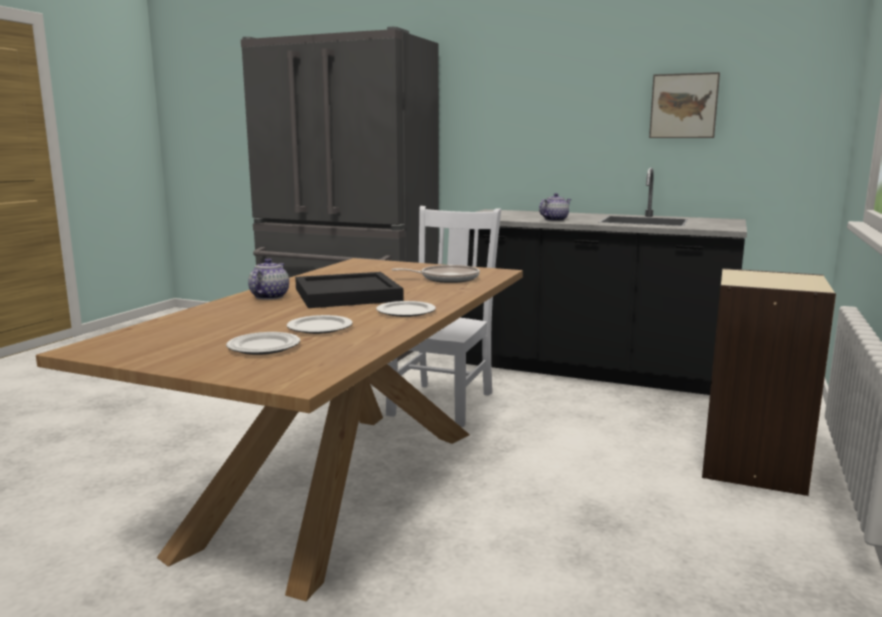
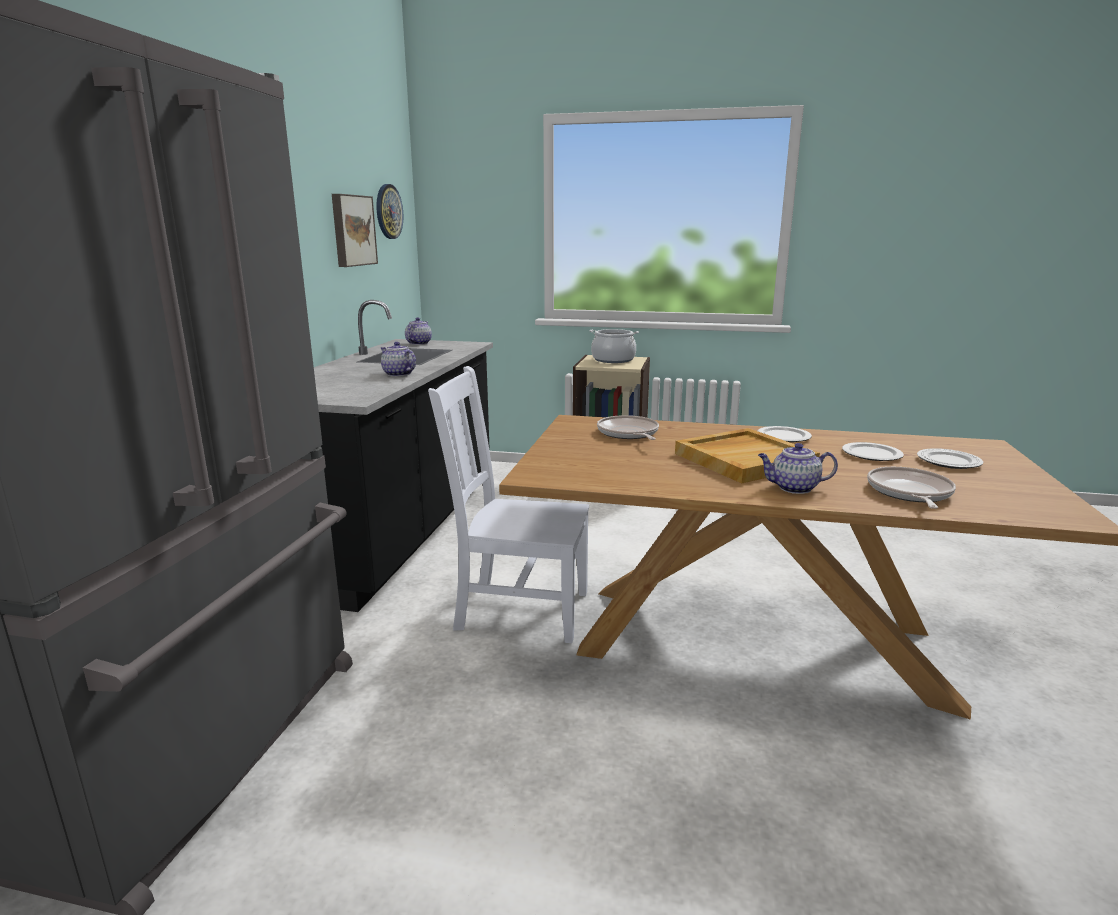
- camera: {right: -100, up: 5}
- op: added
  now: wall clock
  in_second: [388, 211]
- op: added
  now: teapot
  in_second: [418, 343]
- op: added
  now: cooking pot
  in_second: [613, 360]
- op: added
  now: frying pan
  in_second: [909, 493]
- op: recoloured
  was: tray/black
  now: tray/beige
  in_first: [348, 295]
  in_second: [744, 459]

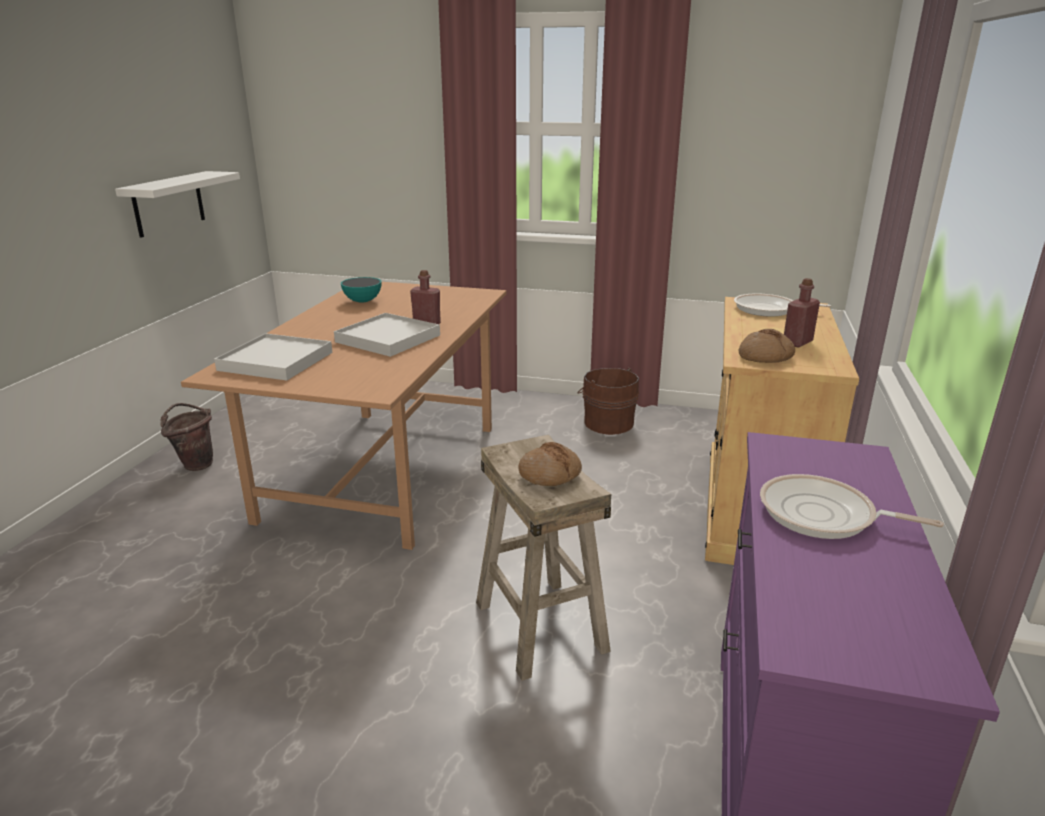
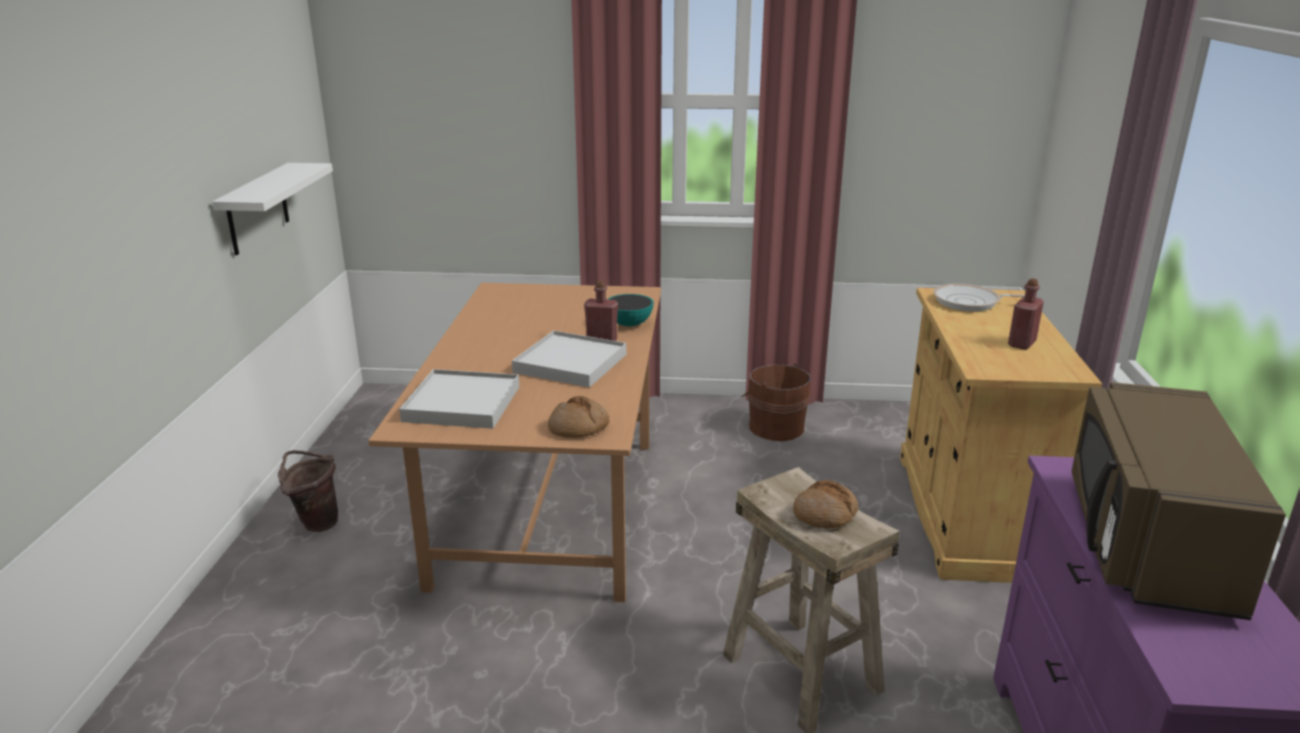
- camera: {right: -10, up: 0}
- op: moved
  was: bowl
  in_first: [362, 301]
  in_second: [629, 324]
- op: moved
  was: bread
  in_first: [765, 357]
  in_second: [578, 428]
- op: replaced
  was: frying pan
  now: microwave/brown
  in_first: [823, 515]
  in_second: [1146, 542]

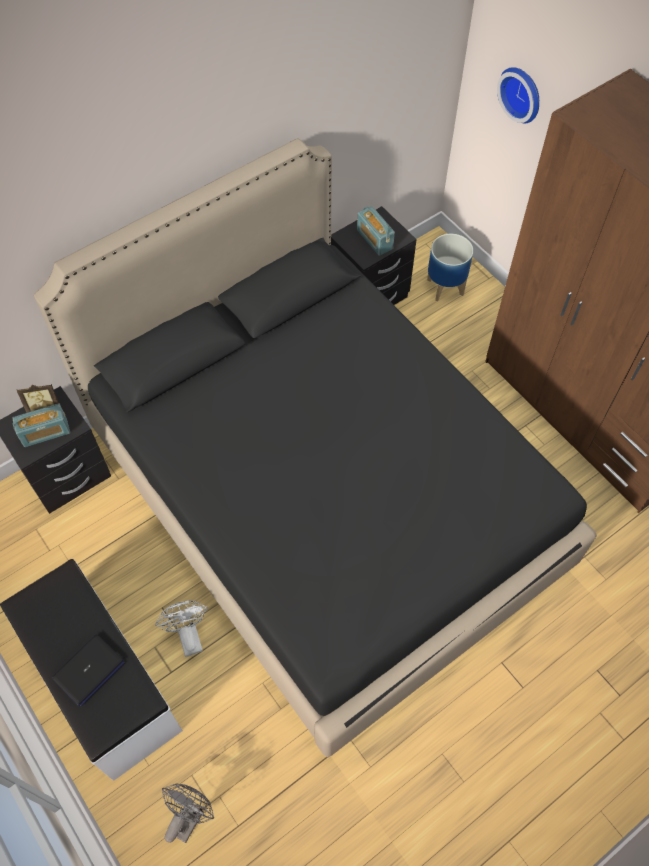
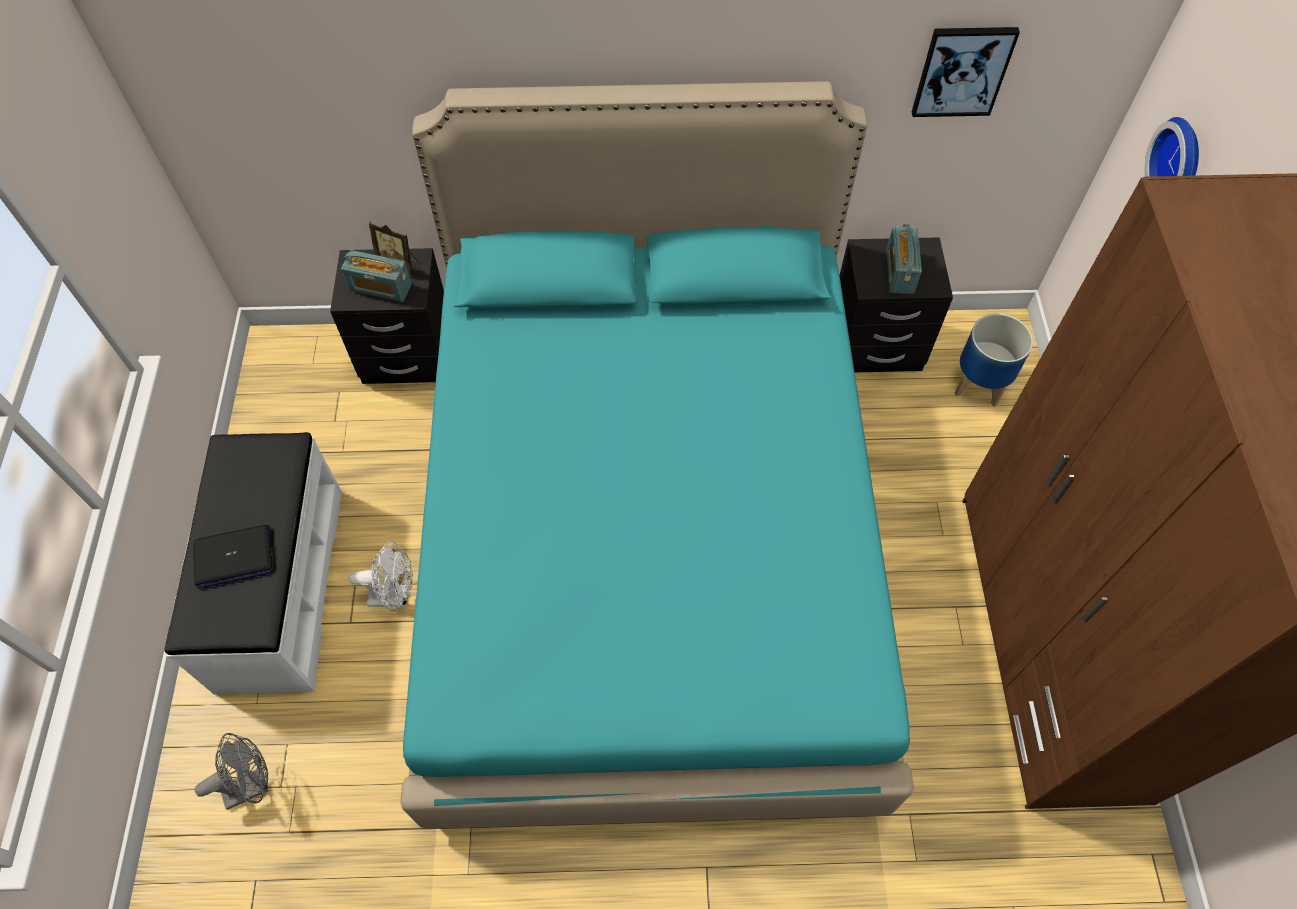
- camera: {right: 35, up: 0}
- op: added
  now: picture
  in_second: [962, 71]
- op: recoloured
  was: bed/black
  now: bed/turquoise
  in_first: [323, 498]
  in_second: [648, 541]
- op: turned
  was: fan/white
  in_first: [188, 635]
  in_second: [395, 596]
  clockwise: 75

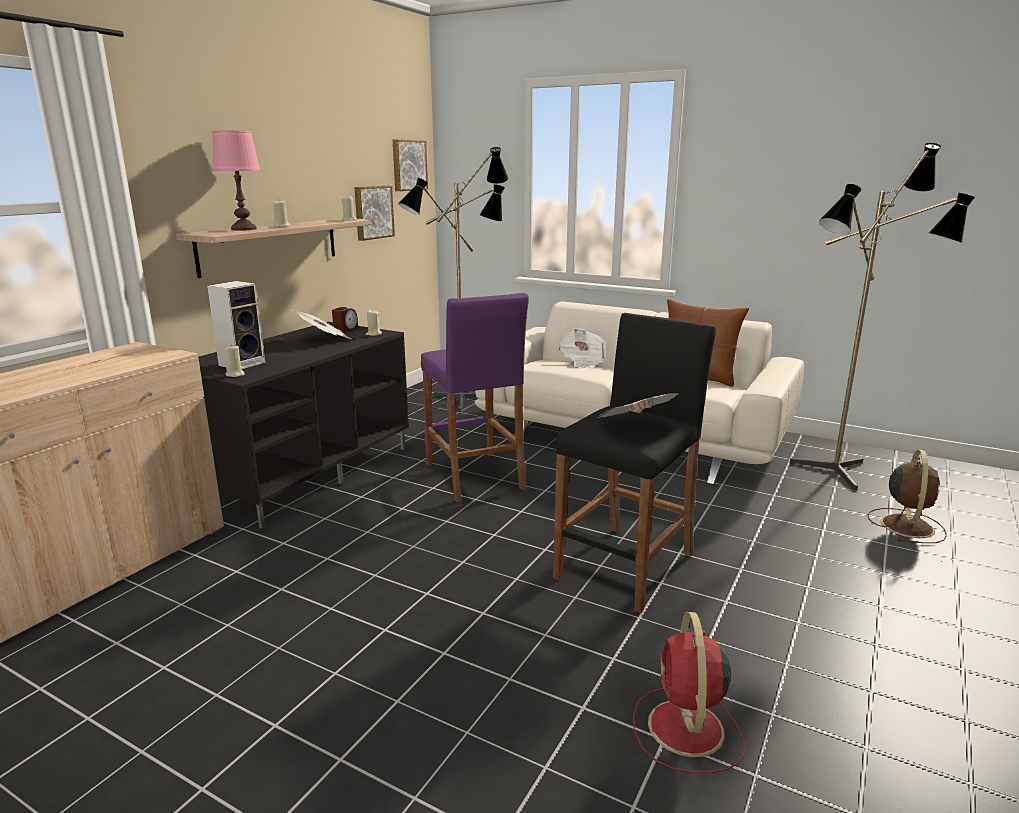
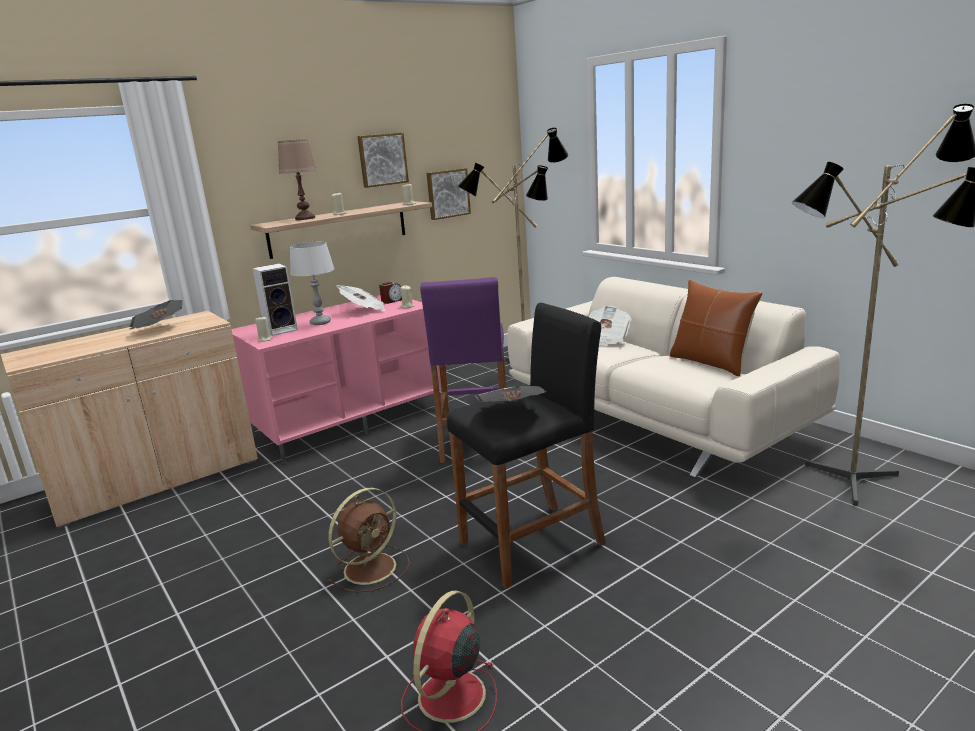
- camera: {right: 25, up: 0}
- op: added
  now: newspaper
  in_second: [159, 329]
- op: added
  now: table lamp/grey
  in_second: [320, 323]
- op: moved
  was: picture
  in_first: [408, 165]
  in_second: [382, 159]
- op: moved
  was: fan/brown
  in_first: [906, 525]
  in_second: [372, 567]
- op: recoloured
  was: tv stand/black
  now: tv stand/pink
  in_first: [305, 472]
  in_second: [349, 421]
- op: recoloured
  was: table lamp/pink
  now: table lamp/brown
  in_first: [244, 229]
  in_second: [305, 218]

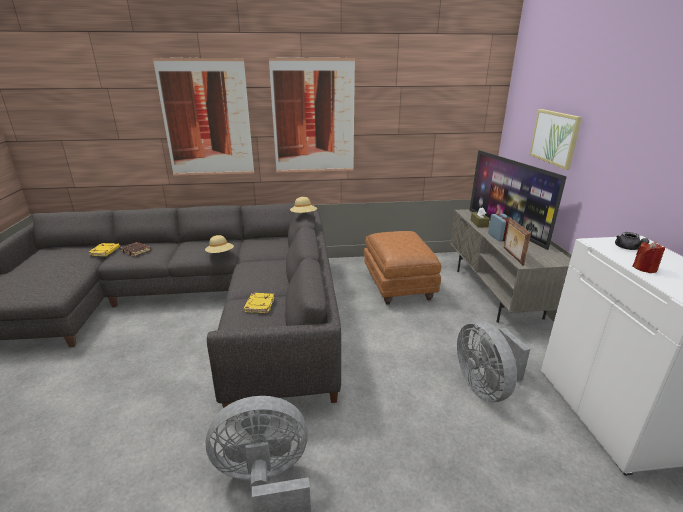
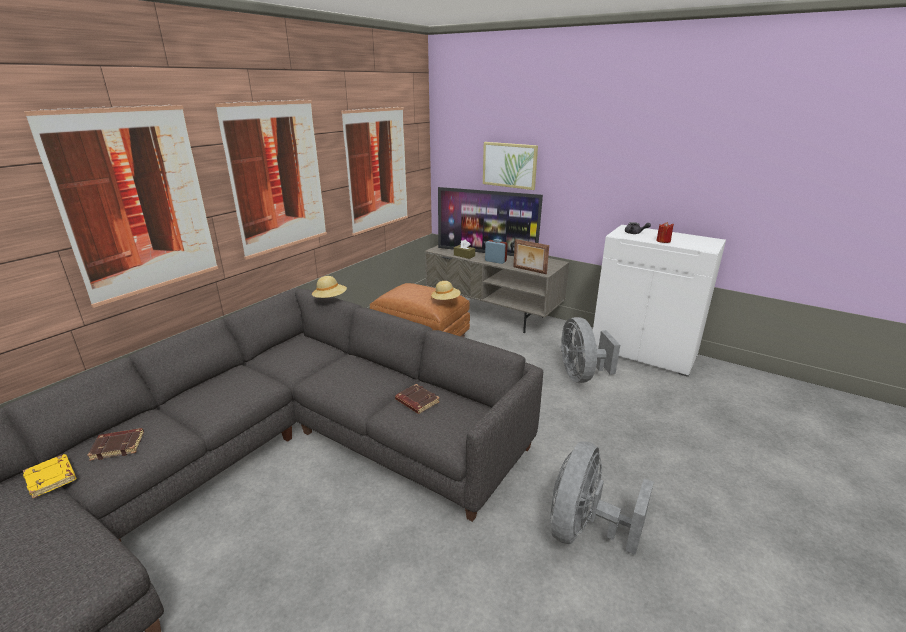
- camera: {right: -50, up: 0}
- op: added
  now: picture
  in_second: [377, 169]
- op: moved
  was: hat/beige
  in_first: [220, 254]
  in_second: [446, 300]
- op: recoloured
  was: book/yellow
  now: book/brown
  in_first: [259, 305]
  in_second: [416, 402]
- op: turned
  was: fan/grey
  in_first: [485, 386]
  in_second: [581, 375]
  clockwise: 60

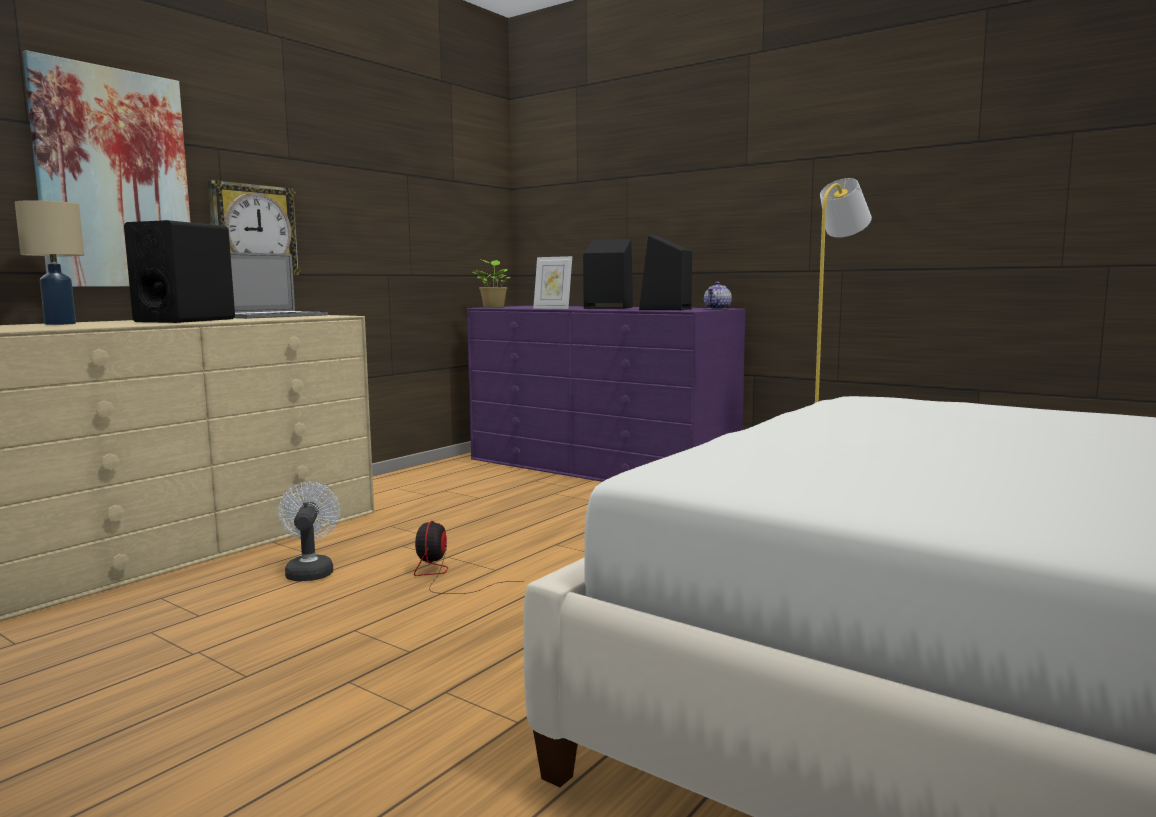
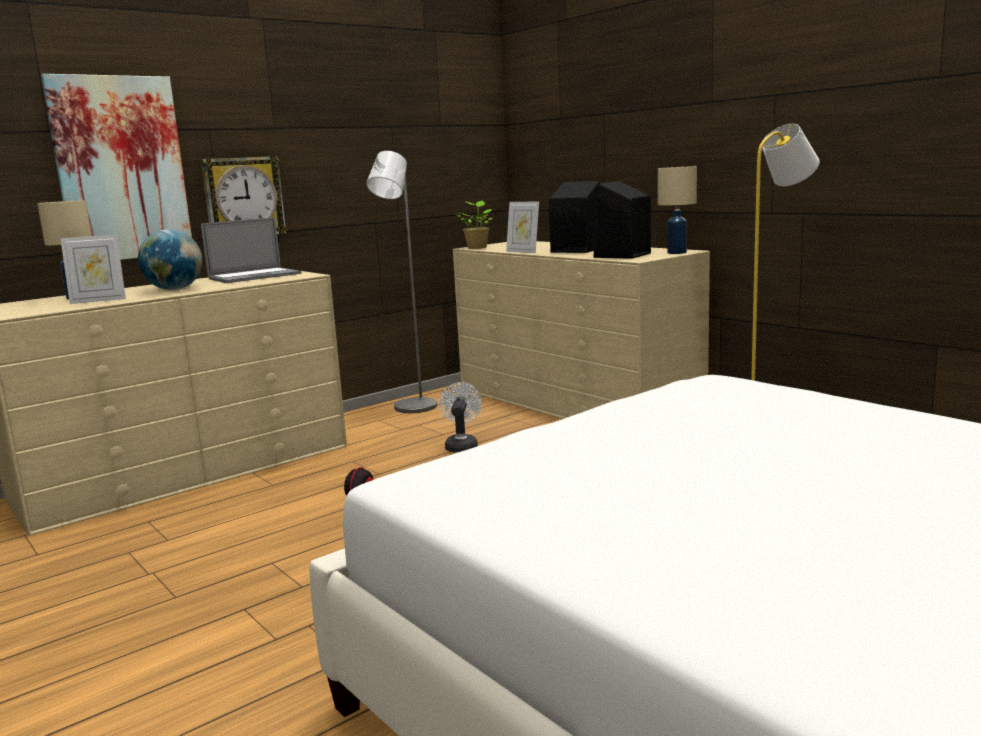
- camera: {right: 15, up: 5}
- op: added
  now: picture frame
  in_second: [98, 300]
- op: added
  now: floor lamp/grey
  in_second: [411, 409]
- op: moved
  was: fan/white
  in_first: [310, 571]
  in_second: [461, 445]
- op: replaced
  was: speaker/black
  now: globe
  in_first: [186, 320]
  in_second: [175, 289]
- op: replaced
  was: teapot
  now: table lamp/beige
  in_first: [717, 308]
  in_second: [677, 253]
- op: recoloured
  was: dresser/purple
  now: dresser/beige
  in_first: [599, 467]
  in_second: [574, 402]

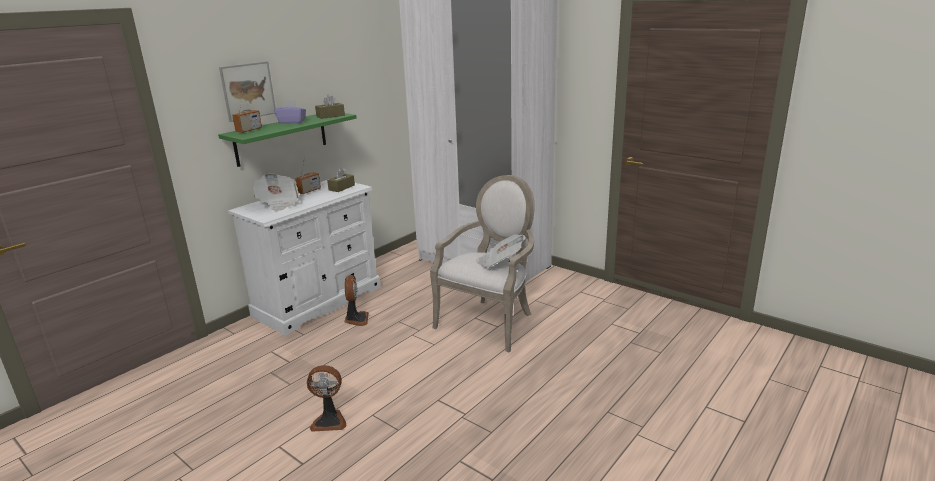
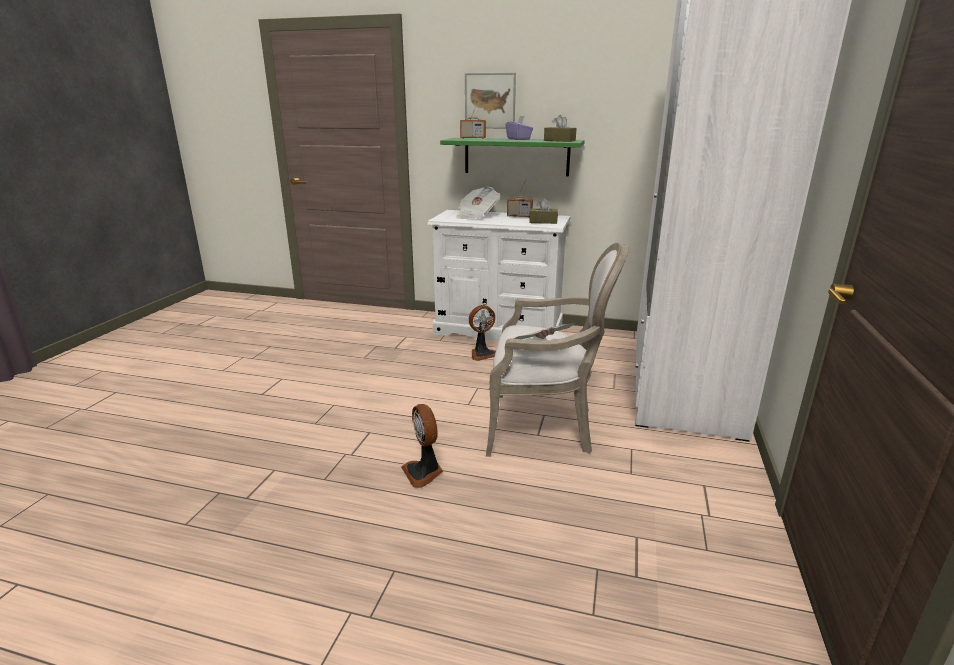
- camera: {right: 65, up: 0}
- op: moved
  was: fan
  in_first: [329, 420]
  in_second: [424, 472]

